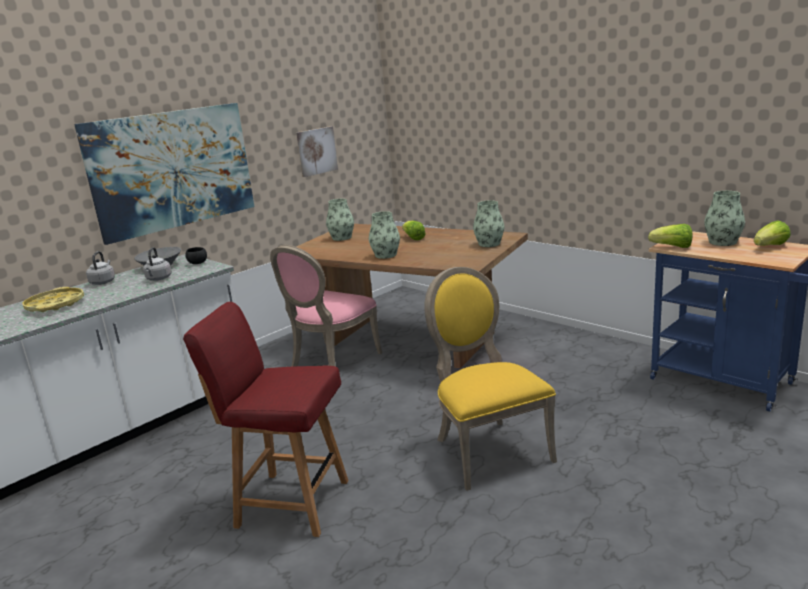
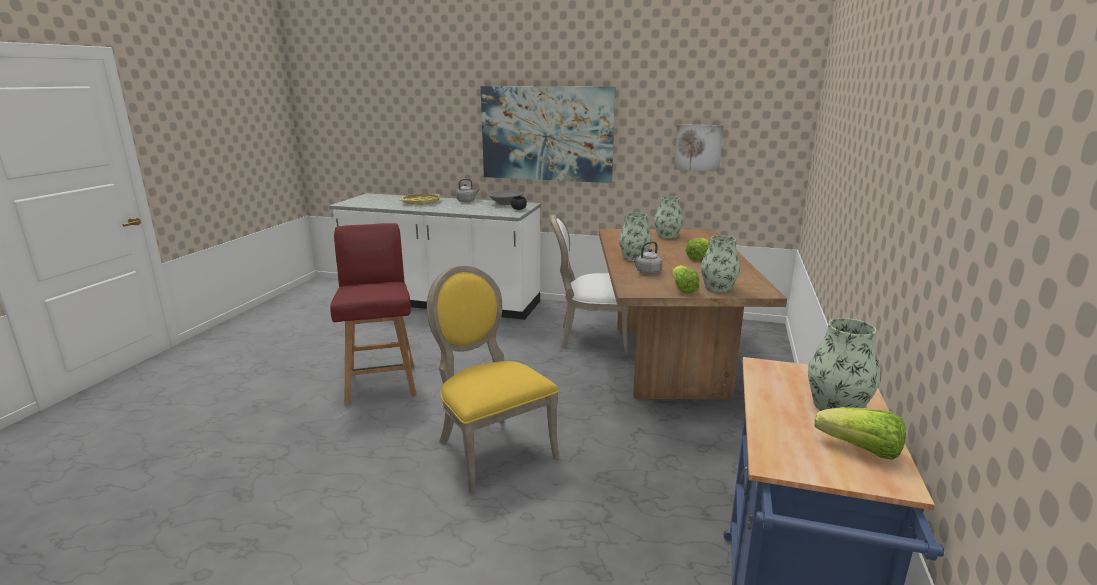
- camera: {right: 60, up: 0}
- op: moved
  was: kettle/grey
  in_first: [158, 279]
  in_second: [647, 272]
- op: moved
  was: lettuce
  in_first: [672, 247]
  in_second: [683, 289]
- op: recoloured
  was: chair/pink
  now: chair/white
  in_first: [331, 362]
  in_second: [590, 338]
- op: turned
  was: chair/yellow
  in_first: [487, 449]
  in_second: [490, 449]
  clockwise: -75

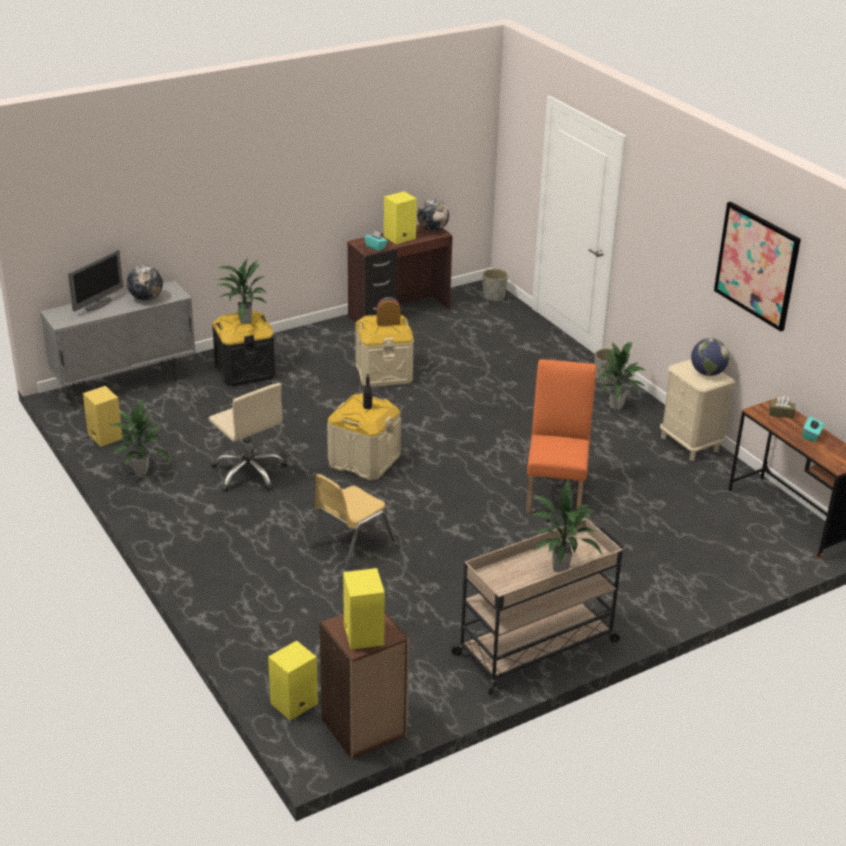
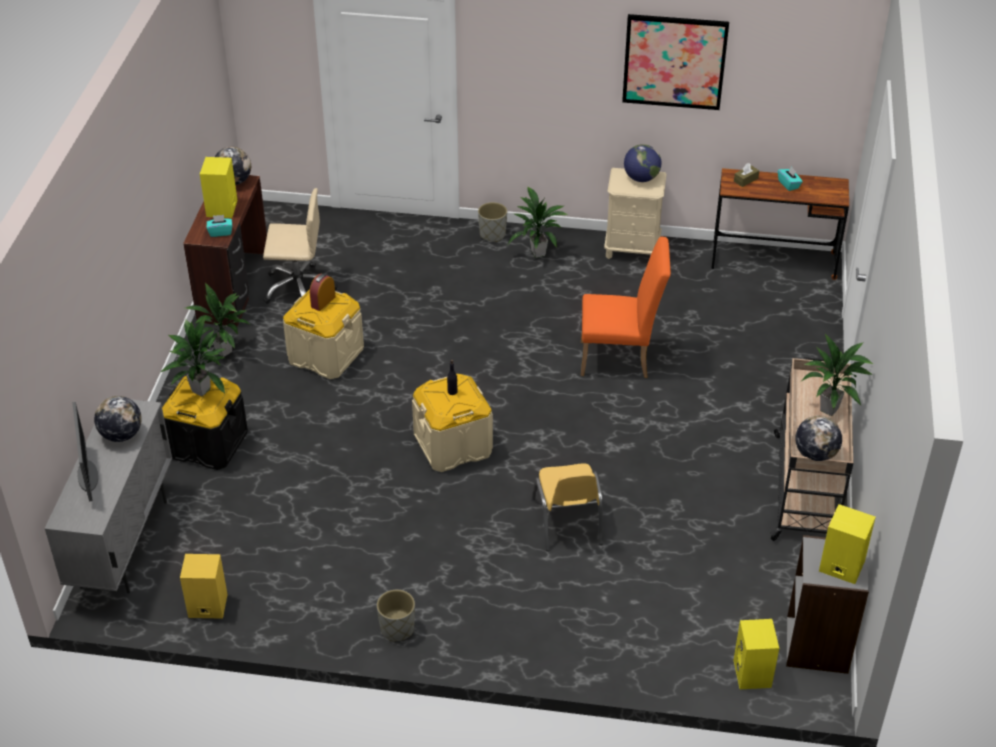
- camera: {right: -50, up: 10}
- op: added
  now: globe
  in_second: [815, 454]
- op: moved
  was: potted plant
  in_first: [141, 471]
  in_second: [224, 352]
- op: moved
  was: office chair/beige
  in_first: [249, 472]
  in_second: [299, 288]
- op: moved
  was: planter/grey
  in_first: [494, 297]
  in_second: [397, 629]
- op: recoloured
  was: bookcase/brown
  now: bookcase/grey
  in_first: [364, 728]
  in_second: [818, 645]
- op: turned
  was: chair/orange
  in_first: [556, 492]
  in_second: [620, 359]
  clockwise: 135

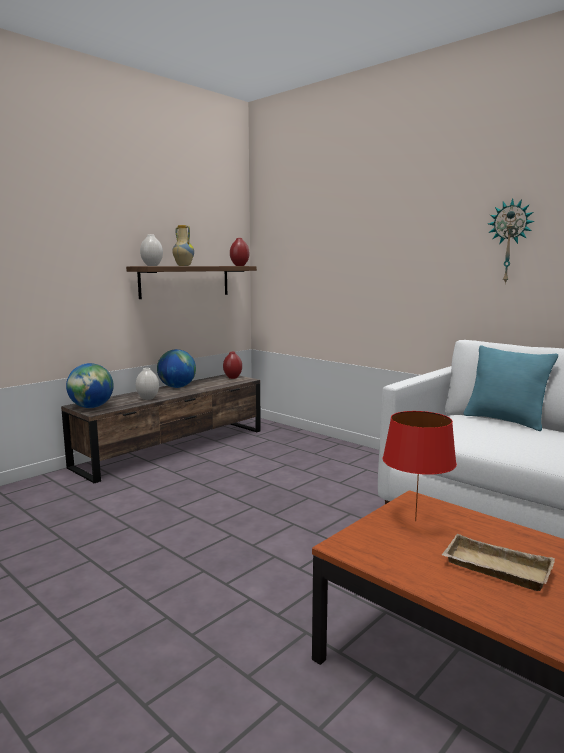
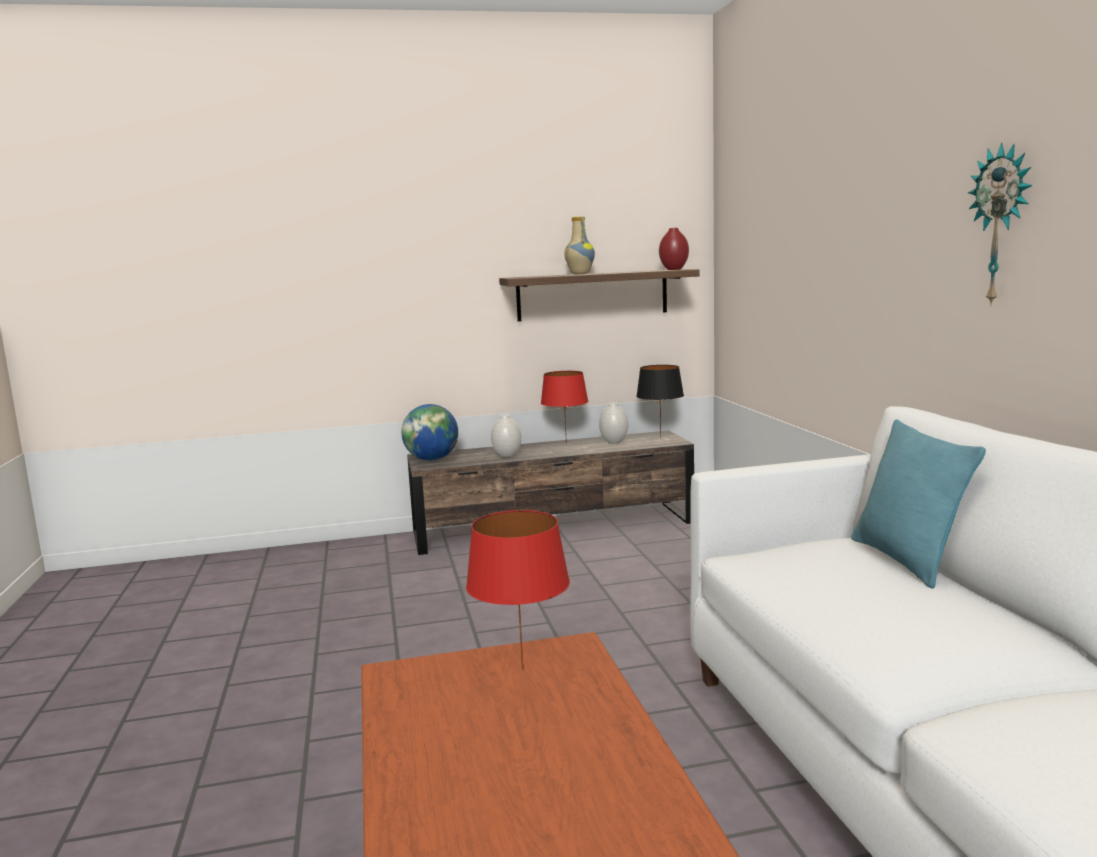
- camera: {right: 35, up: 0}
- op: removed
  was: tray/beige
  in_first: [494, 569]
- op: moved
  was: vase/white
  in_first: [152, 266]
  in_second: [614, 442]
- op: replaced
  was: globe
  now: table lamp/red
  in_first: [177, 387]
  in_second: [566, 444]
- op: replaced
  was: vase/red
  now: table lamp/black
  in_first: [232, 377]
  in_second: [660, 437]

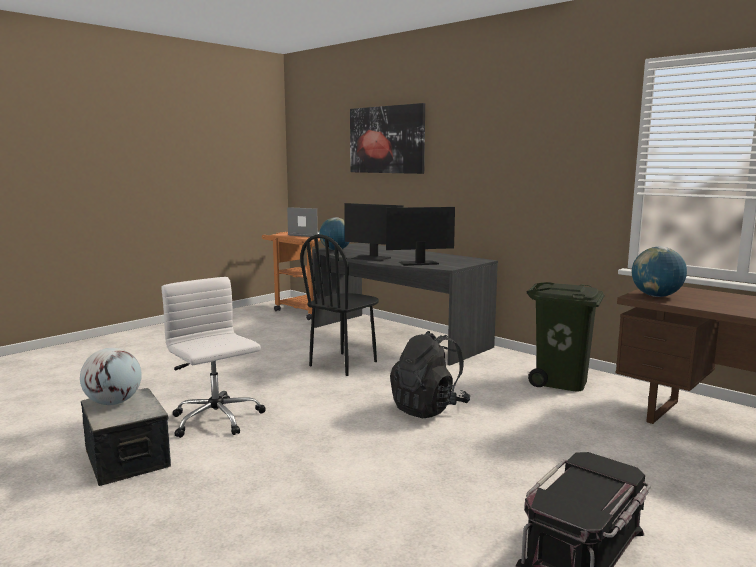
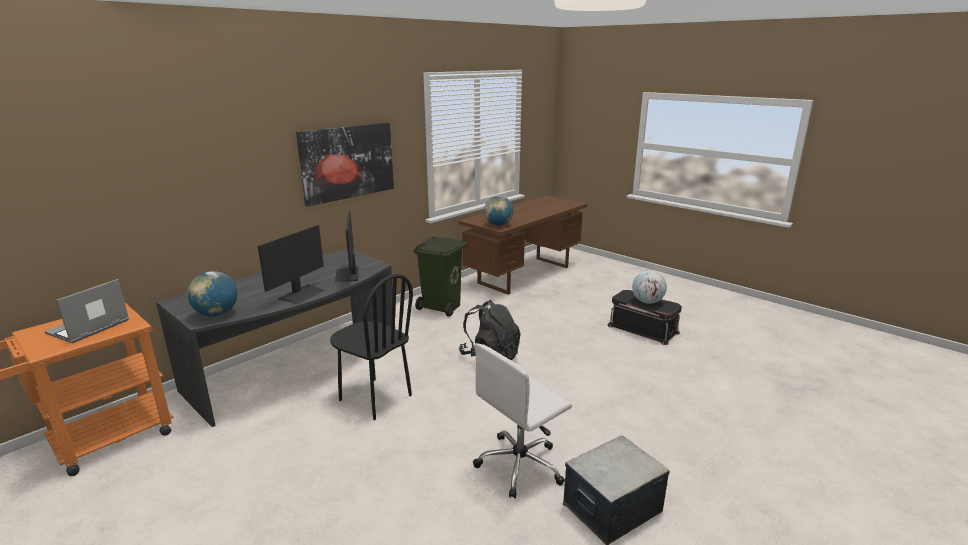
- camera: {right: -90, up: 10}
- op: moved
  was: globe
  in_first: [113, 402]
  in_second: [647, 302]
- op: moved
  was: picture
  in_first: [386, 139]
  in_second: [347, 162]

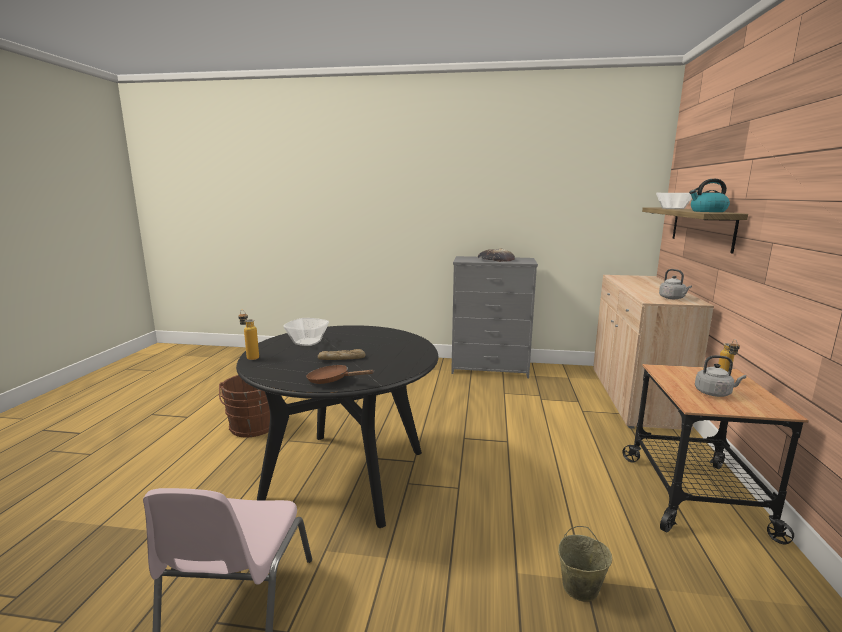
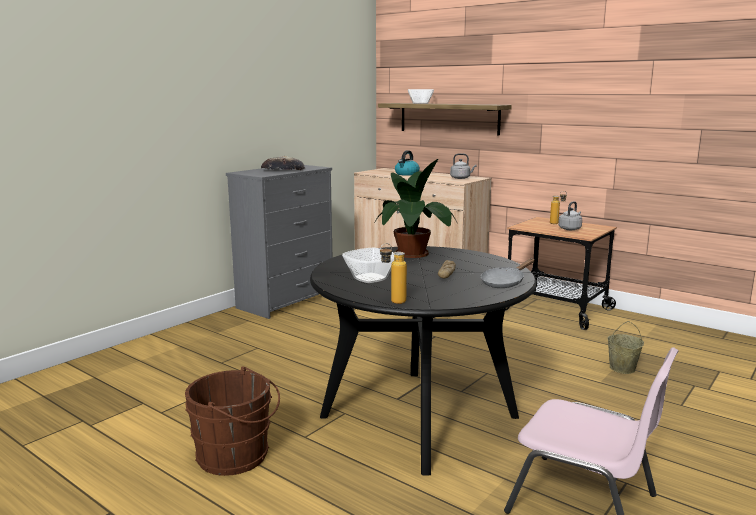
- camera: {right: -60, up: 0}
- op: added
  now: potted plant
  in_second: [414, 254]
- op: moved
  was: kettle
  in_first: [707, 211]
  in_second: [407, 174]
- op: recoloured
  was: frying pan/brown
  now: frying pan/grey
  in_first: [332, 380]
  in_second: [505, 282]

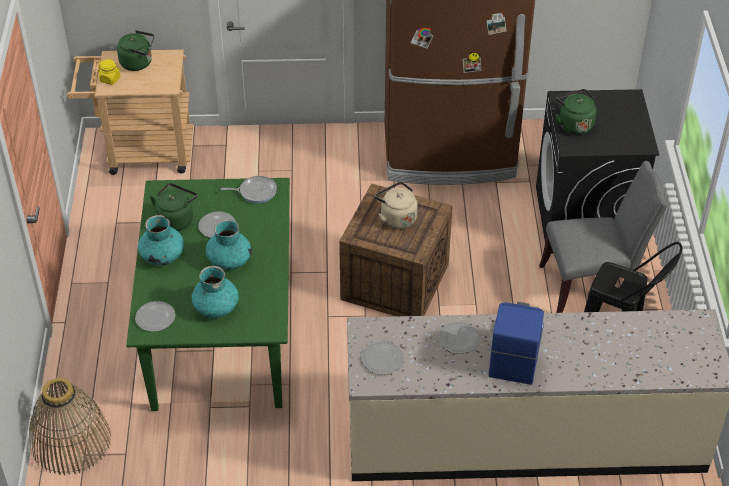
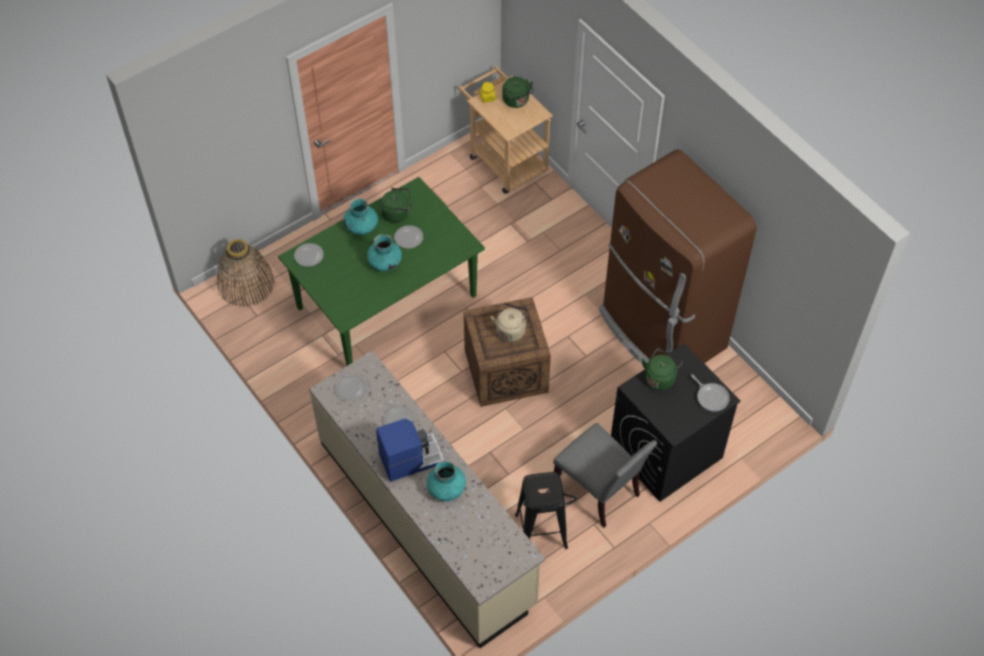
- camera: {right: 55, up: 10}
- op: moved
  was: vase/turquoise
  in_first: [216, 307]
  in_second: [446, 488]
- op: moved
  was: frying pan
  in_first: [255, 191]
  in_second: [711, 397]

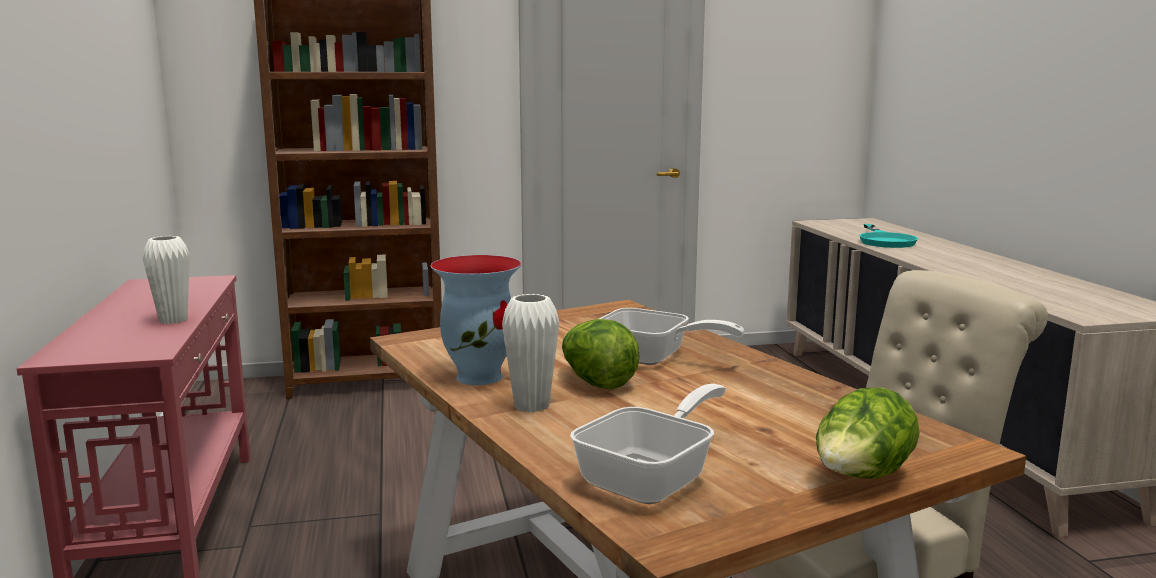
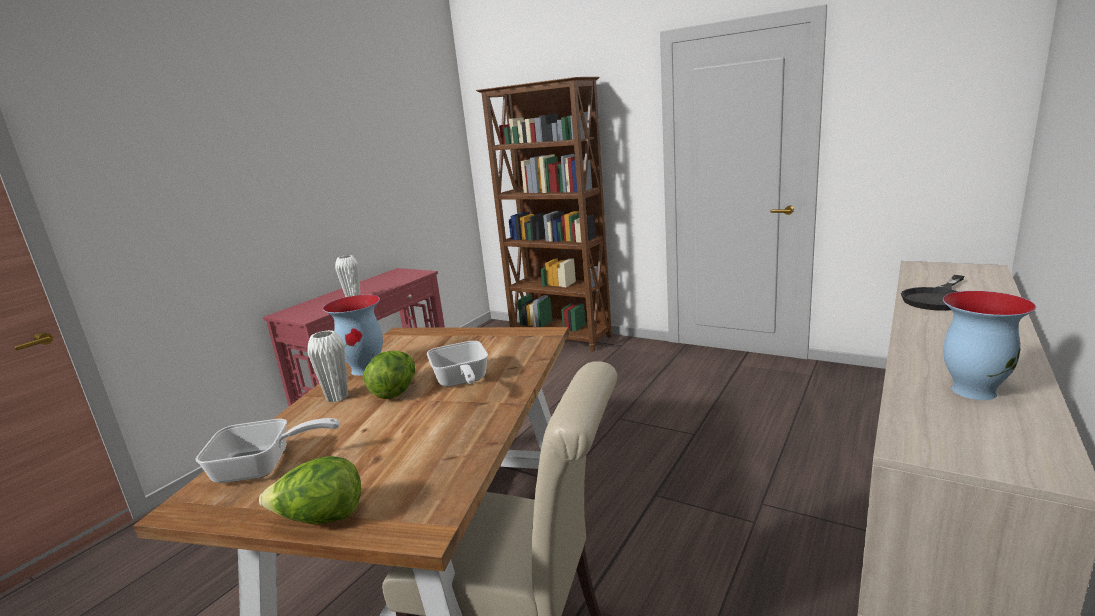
- camera: {right: 45, up: 5}
- op: added
  now: vase
  in_second: [972, 390]
- op: recoloured
  was: frying pan/turquoise
  now: frying pan/black
  in_first: [885, 240]
  in_second: [937, 298]

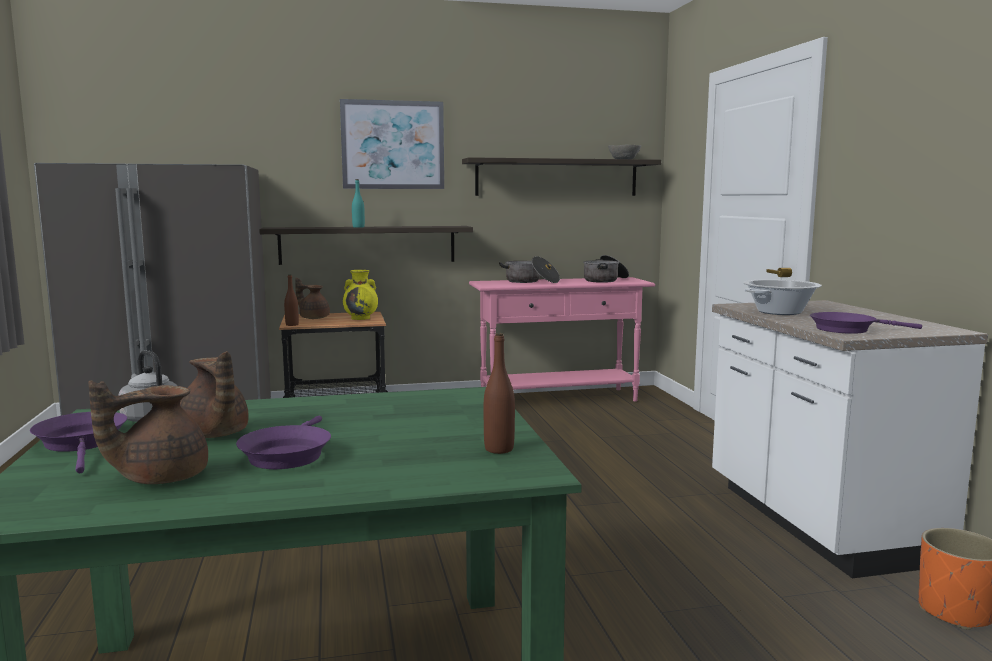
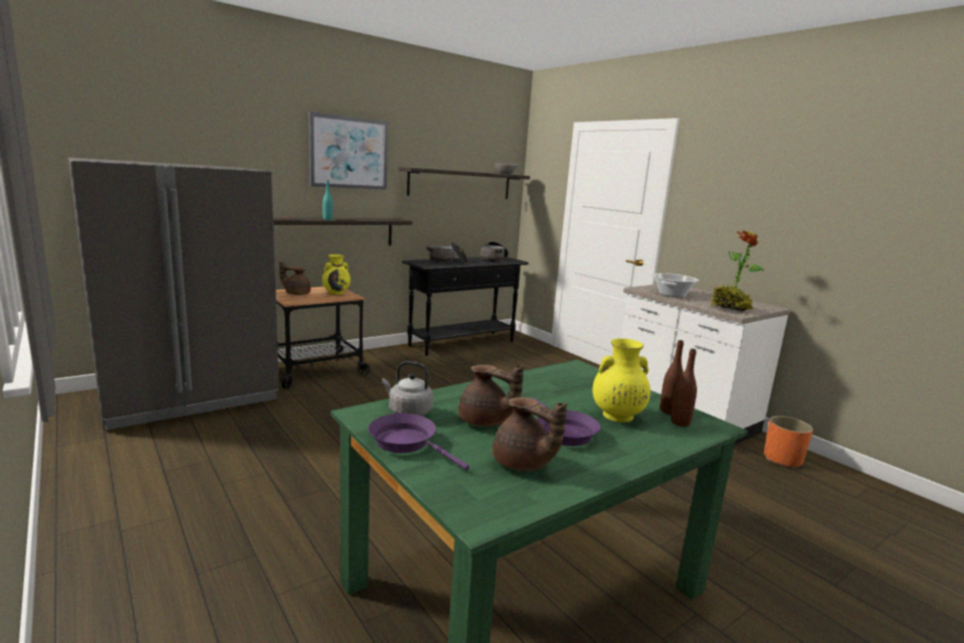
- camera: {right: -25, up: 5}
- op: added
  now: vase/yellow
  in_second: [616, 416]
- op: moved
  was: bottle/brown
  in_first: [292, 325]
  in_second: [680, 422]
- op: replaced
  was: frying pan/purple
  now: potted plant
  in_first: [847, 329]
  in_second: [730, 308]
- op: recoloured
  was: console table/pink
  now: console table/black
  in_first: [559, 399]
  in_second: [462, 343]
- op: turned
  was: teapot/brown
  in_first: [160, 477]
  in_second: [523, 464]
  clockwise: -75

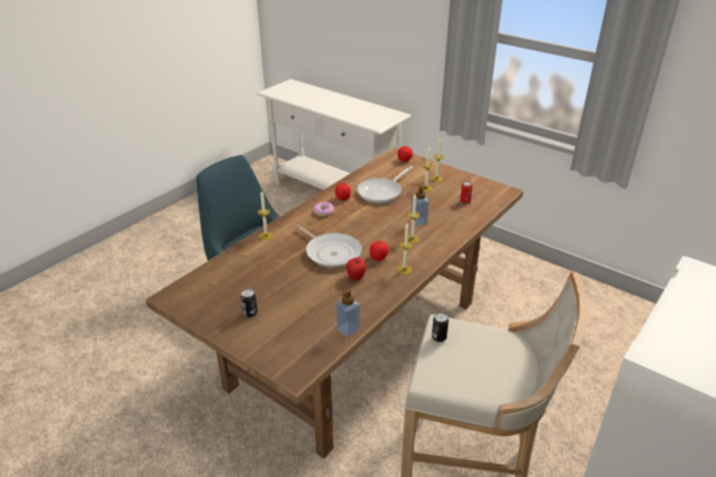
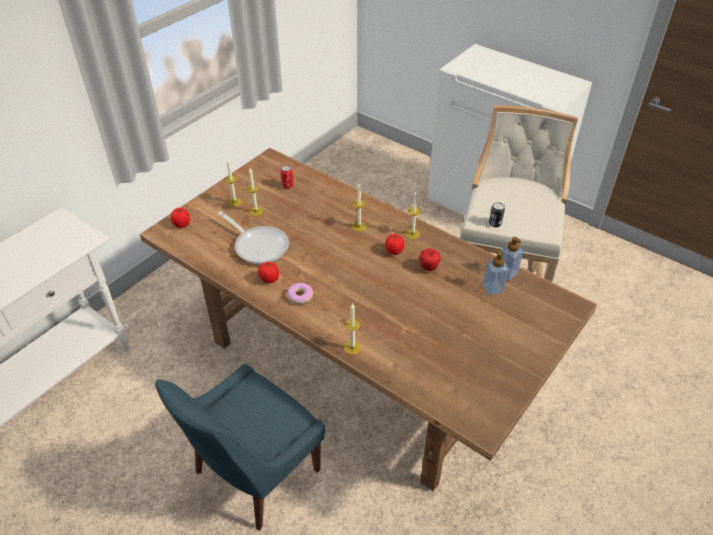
- camera: {right: -90, up: 10}
- op: removed
  was: can
  in_first: [250, 313]
- op: removed
  was: frying pan
  in_first: [331, 252]
- op: moved
  was: soap dispenser
  in_first: [418, 221]
  in_second: [493, 288]

